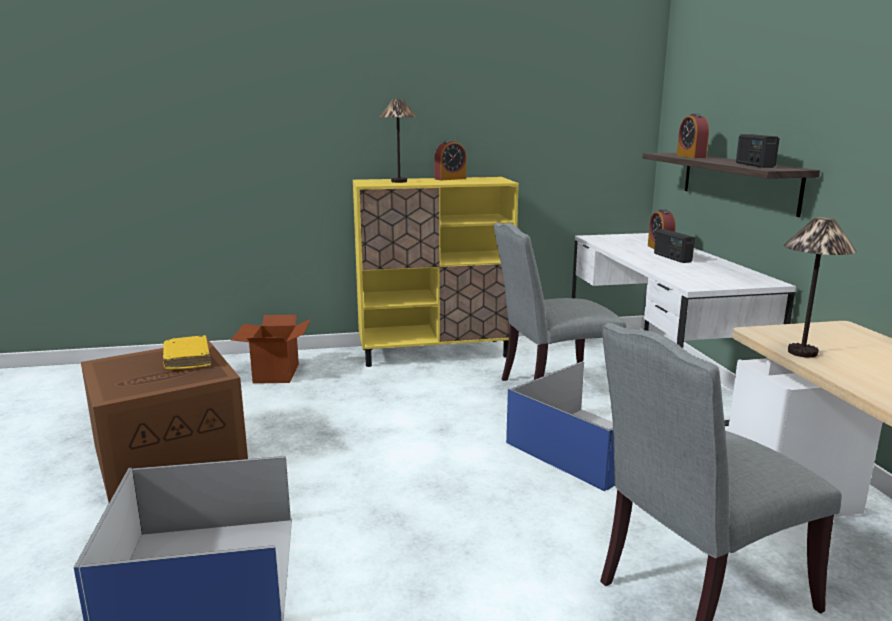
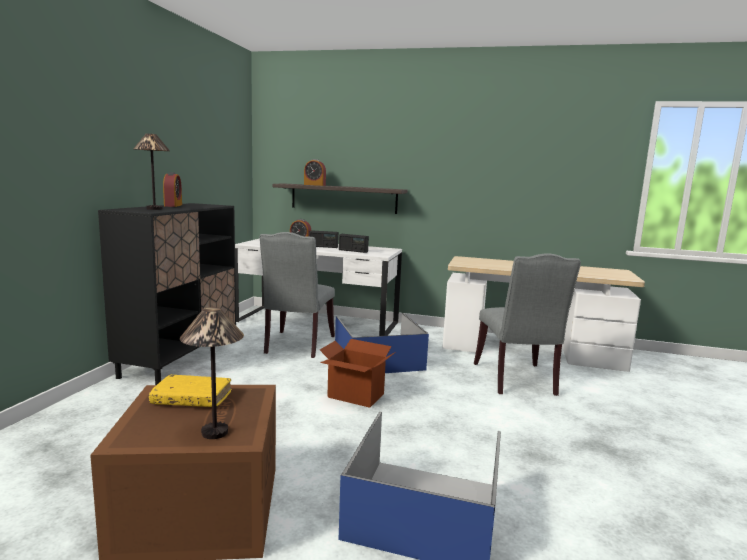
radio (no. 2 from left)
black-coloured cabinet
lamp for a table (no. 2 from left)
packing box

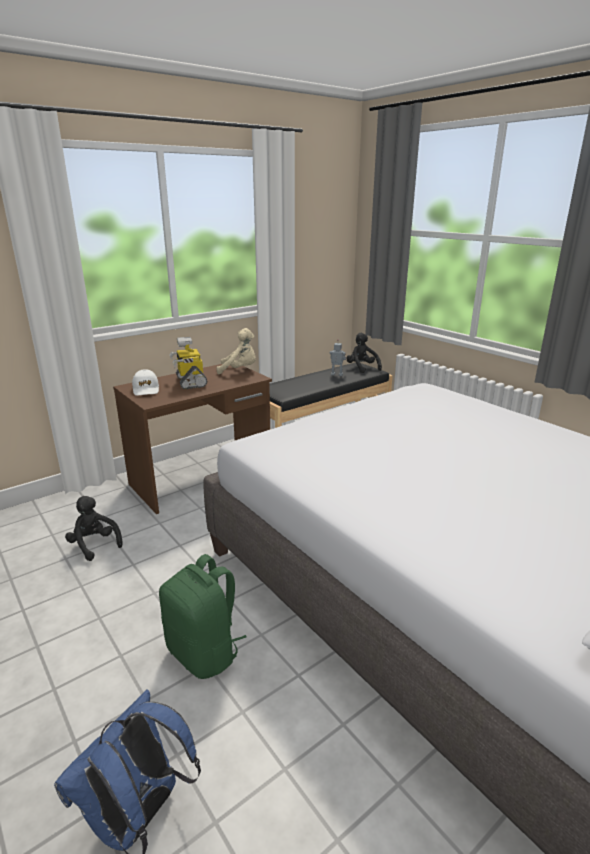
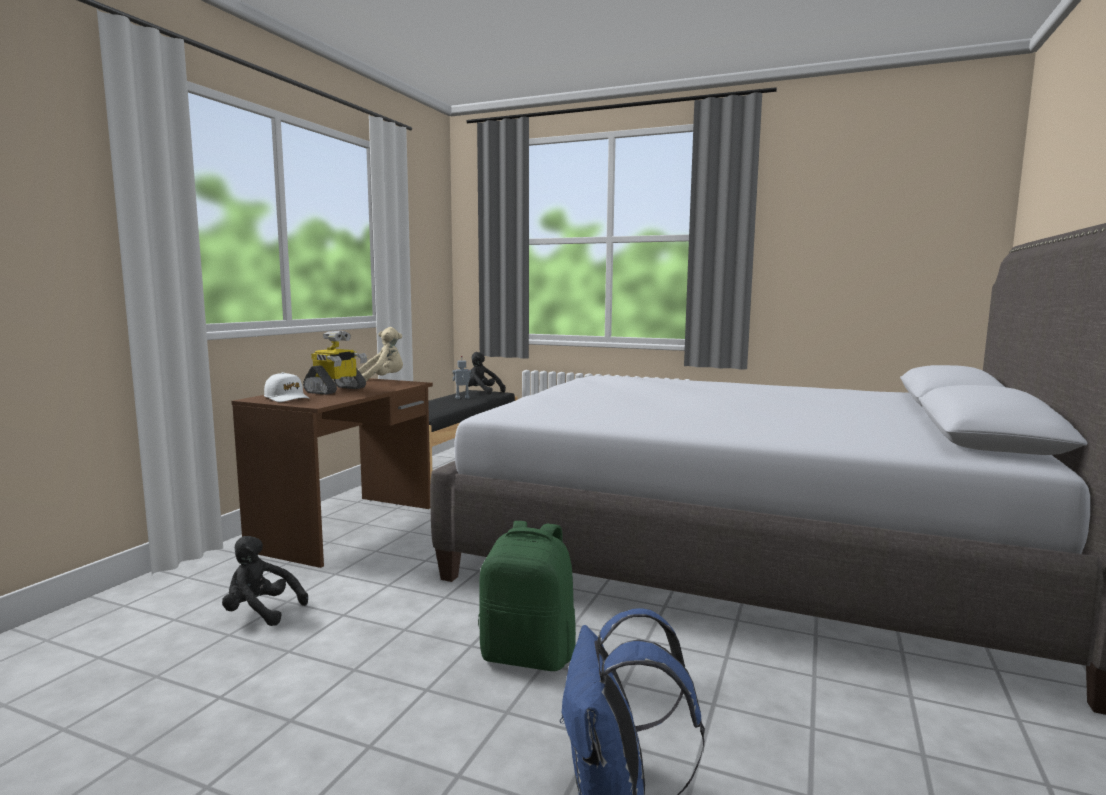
model robot (no. 1 from left)

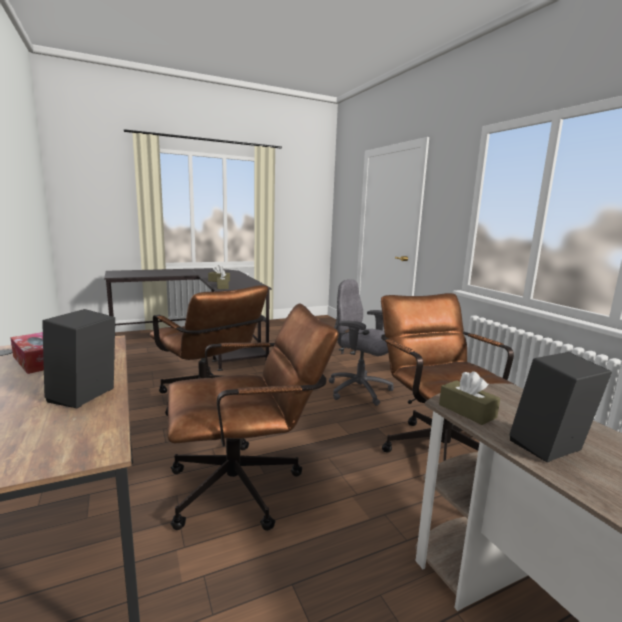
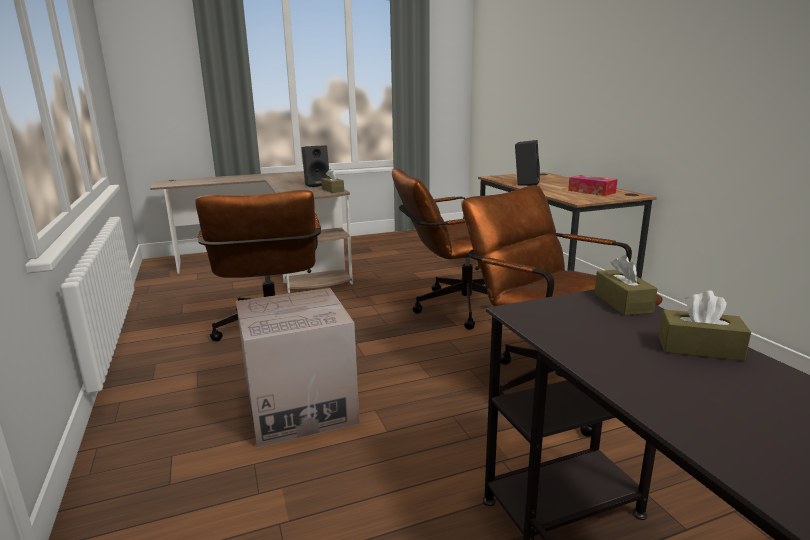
packing box

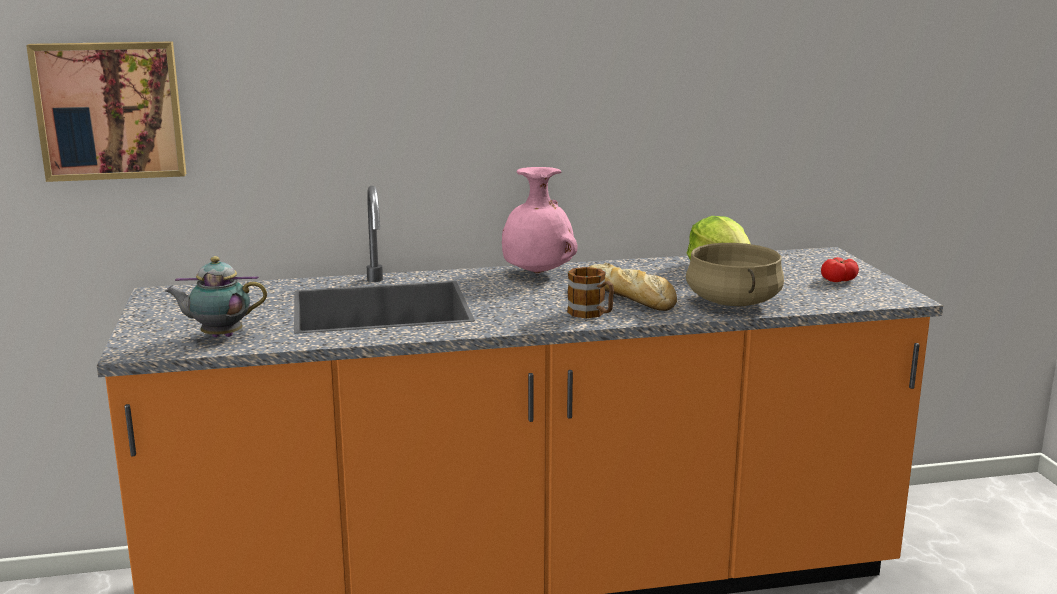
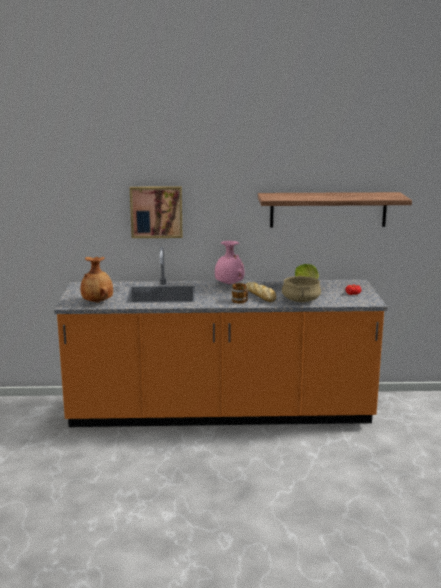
wall art
brown vase
wall shelf

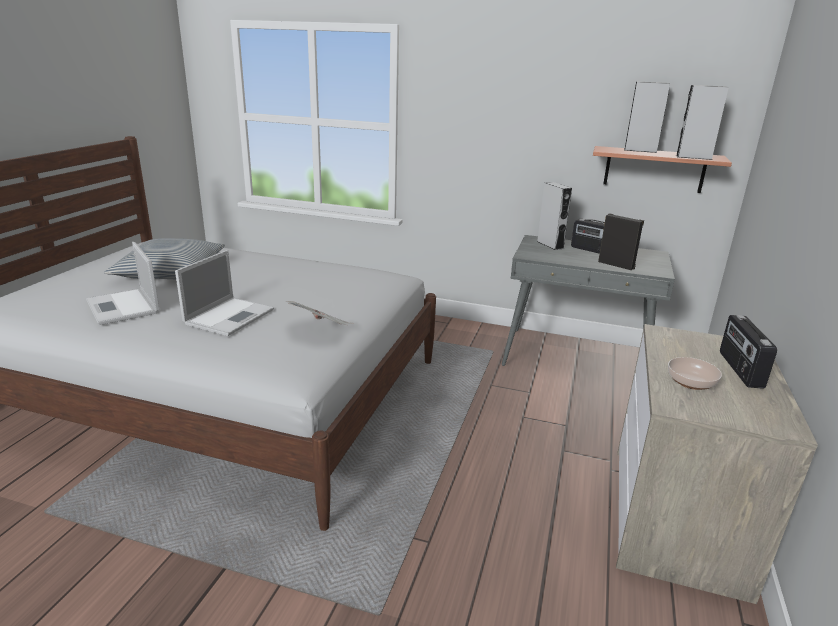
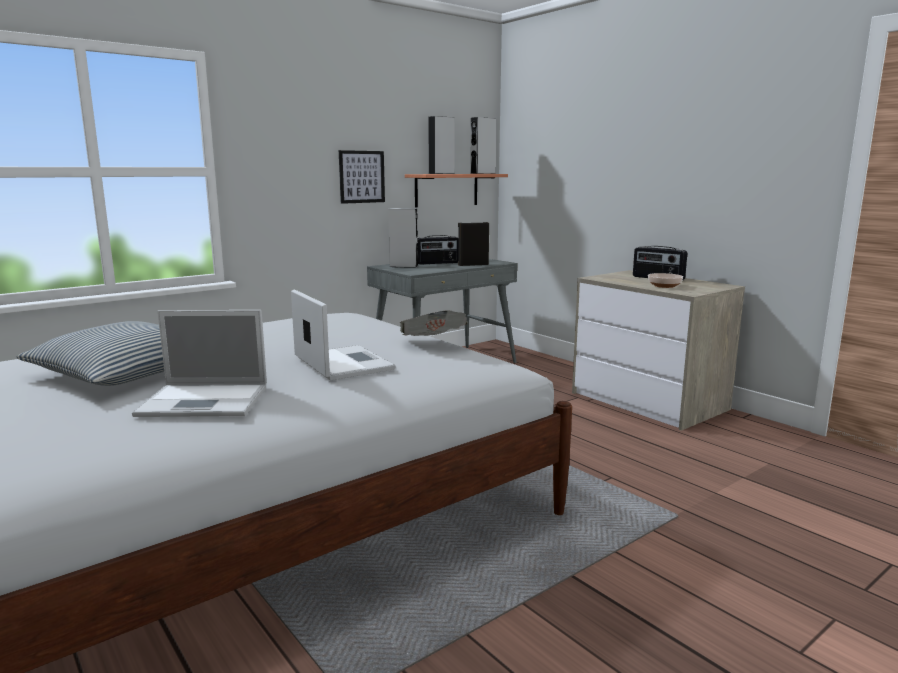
wall art

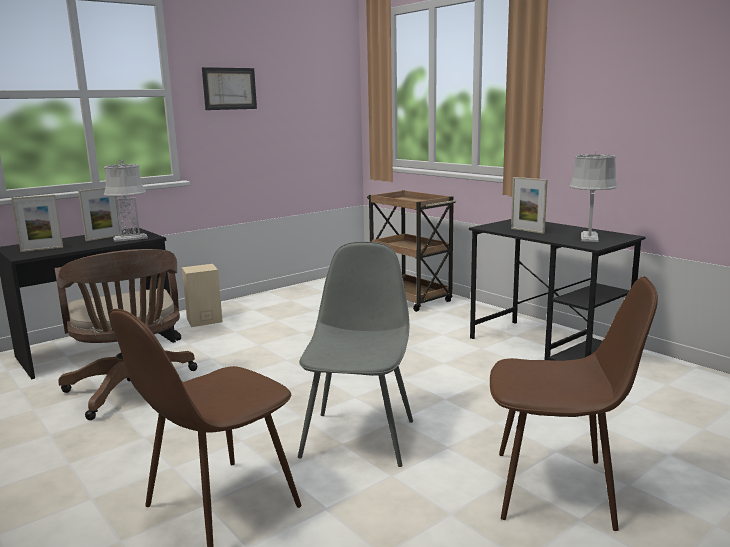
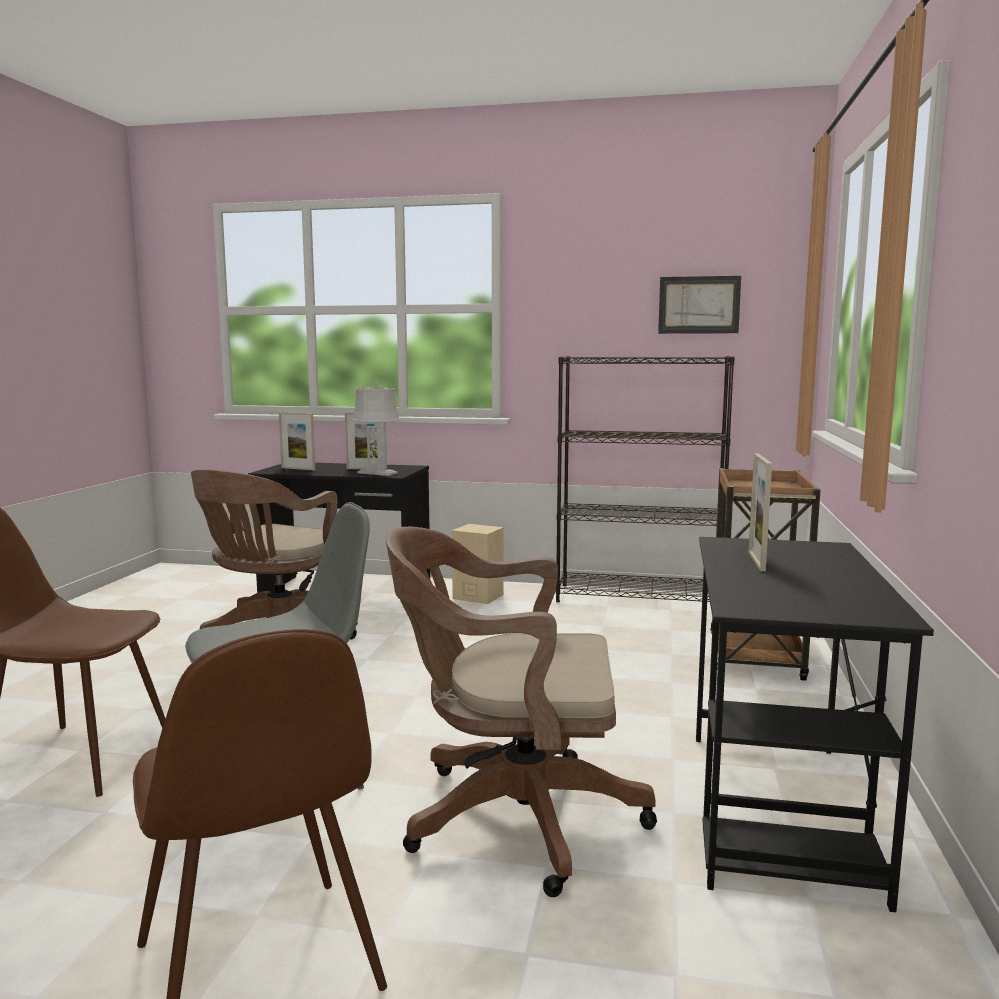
wall art
greyish lamp for a table (no. 2 from left in the first image)
black-coloured bookshelf
brown office chair (no. 2 from left)

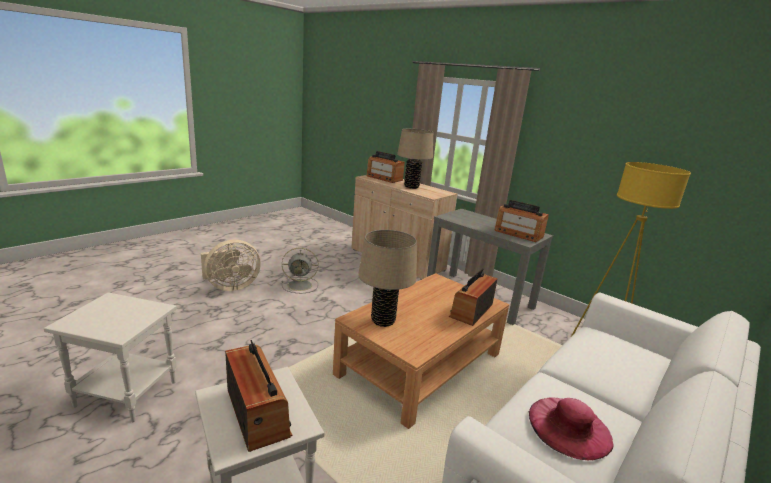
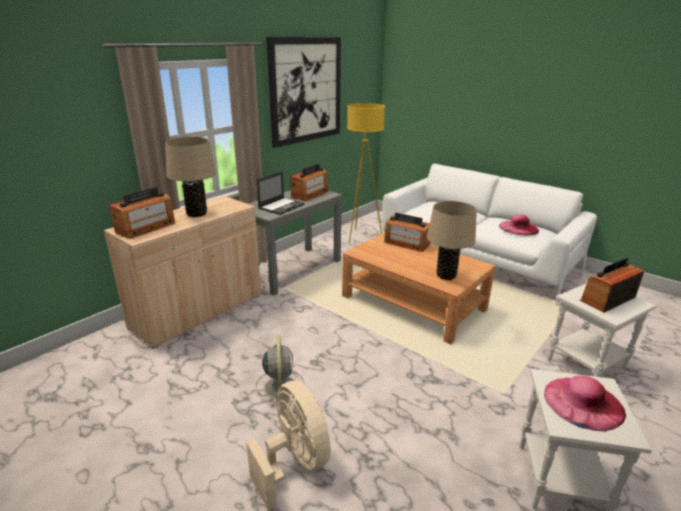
wall art
notebook computer
pink clothing hat (no. 2 from left)

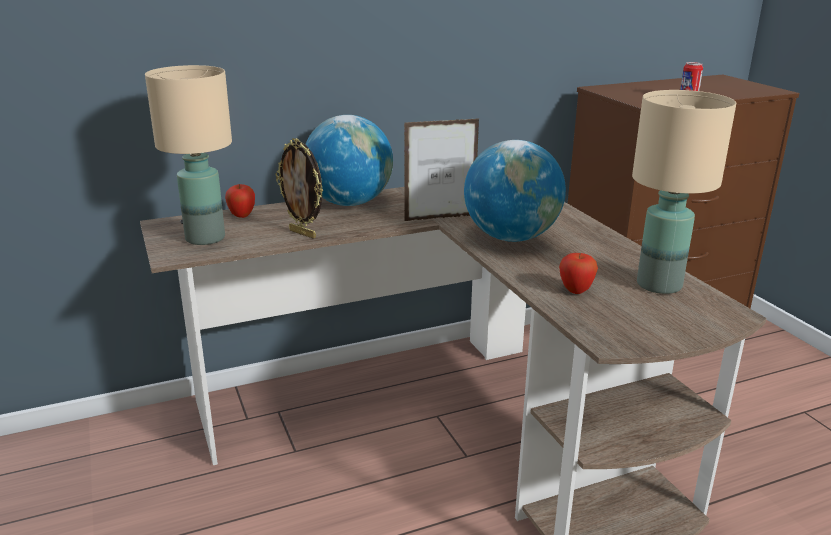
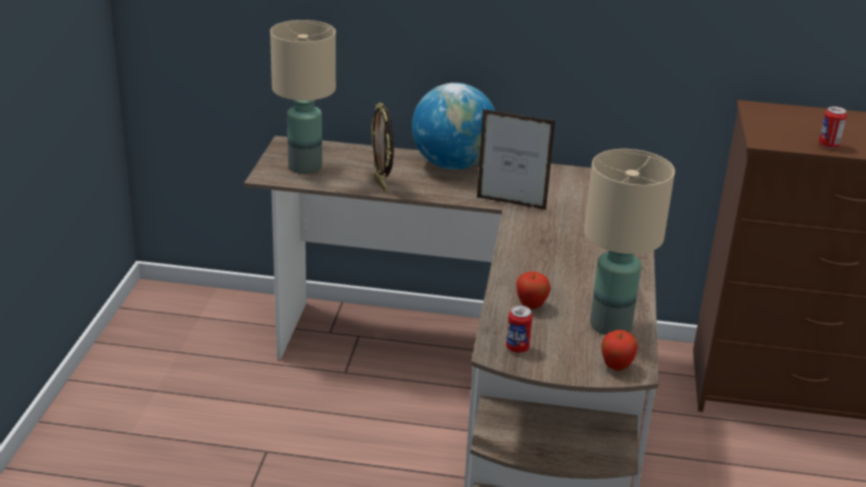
desk globe (no. 2 from left in the first image)
apple (no. 2 from left)
can (no. 1 from left)

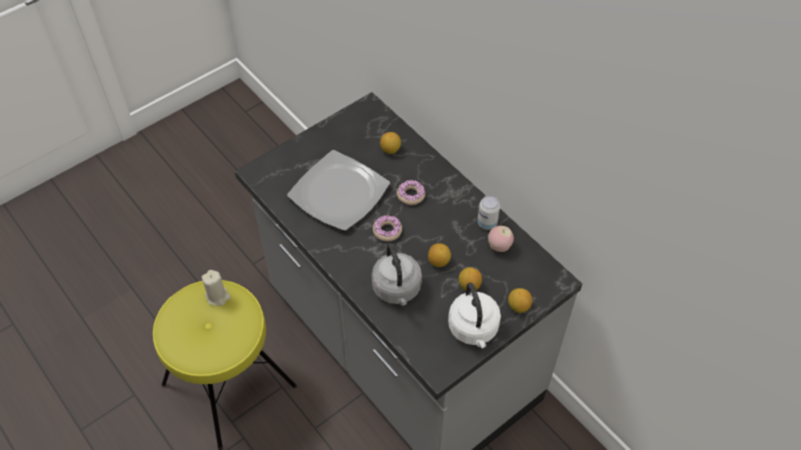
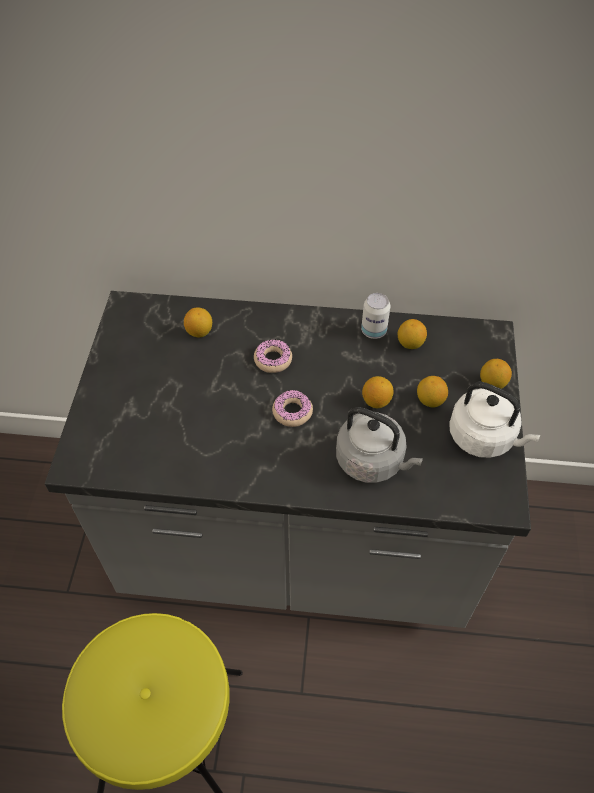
flat dish
whole lemon (no. 3 from left)
beige-coloured wax light

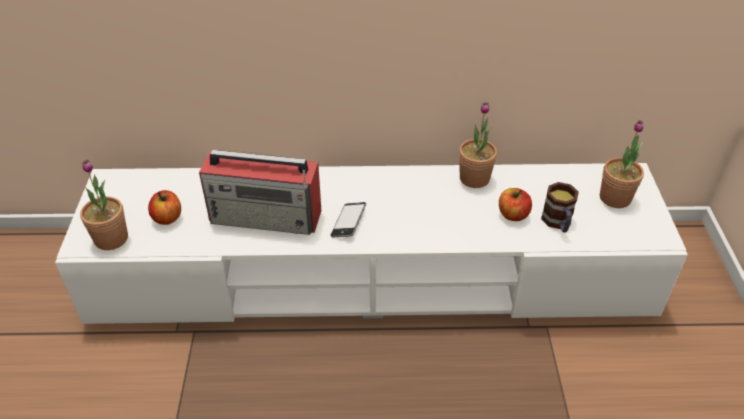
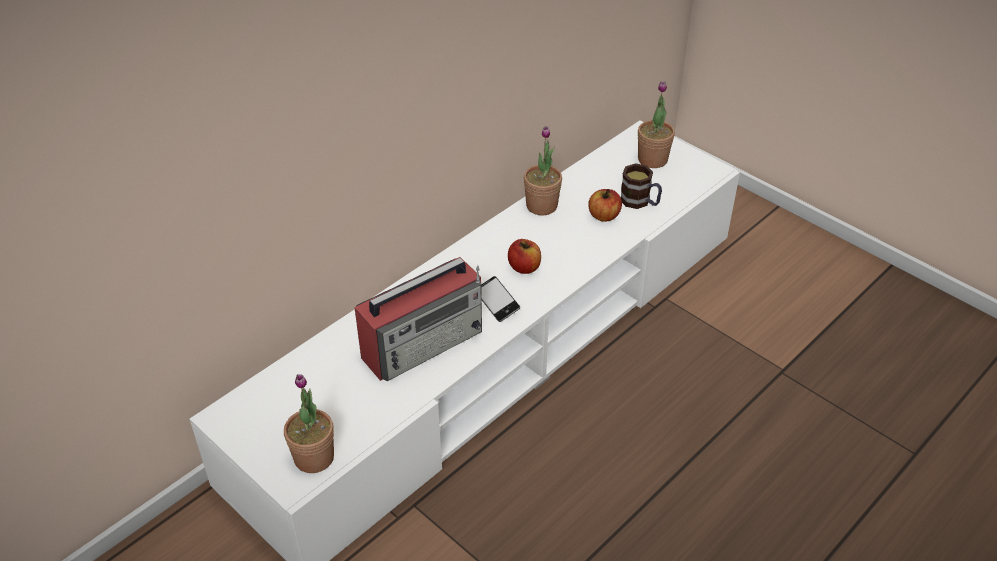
apple (no. 1 from left)

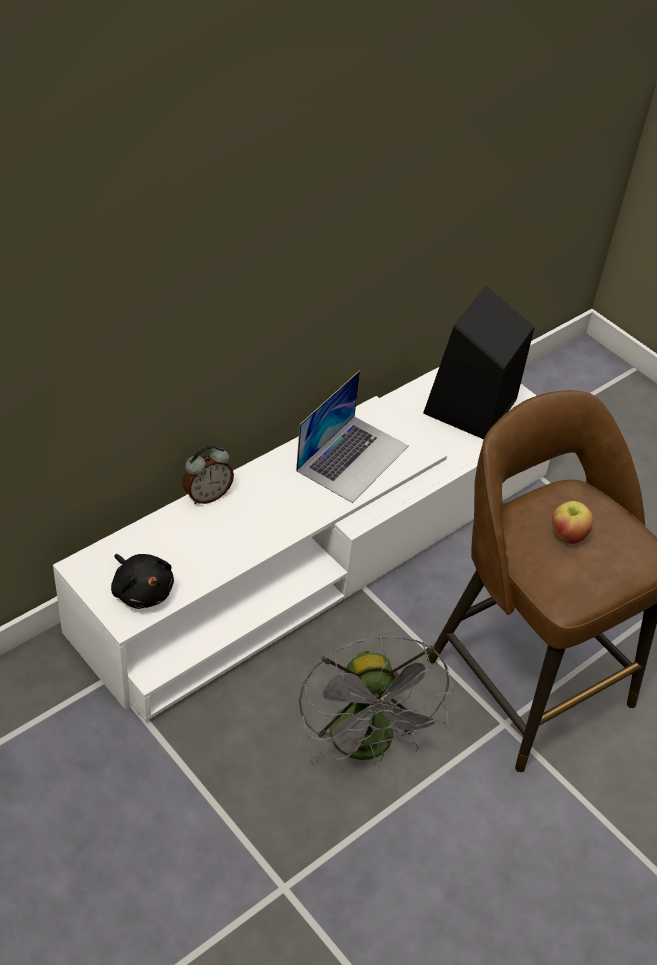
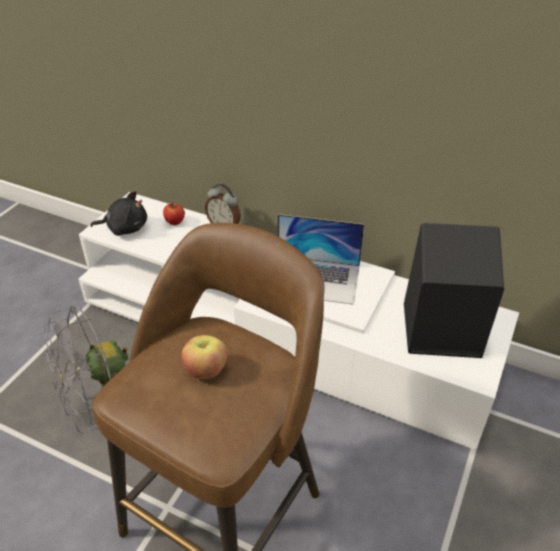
black-coloured plush toy
apple (no. 1 from left)

